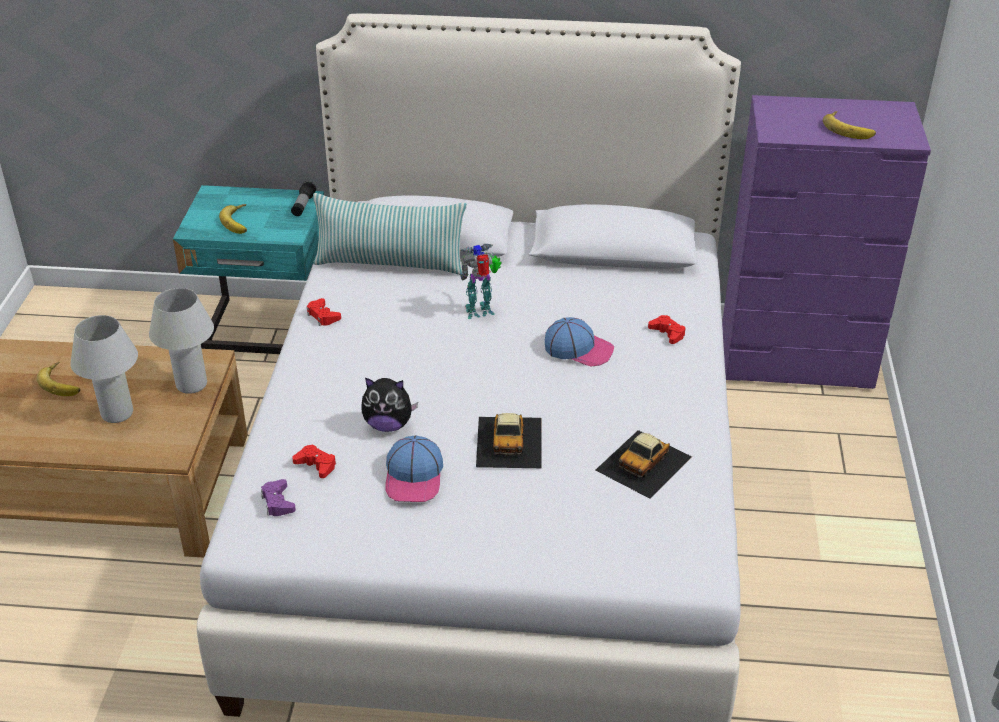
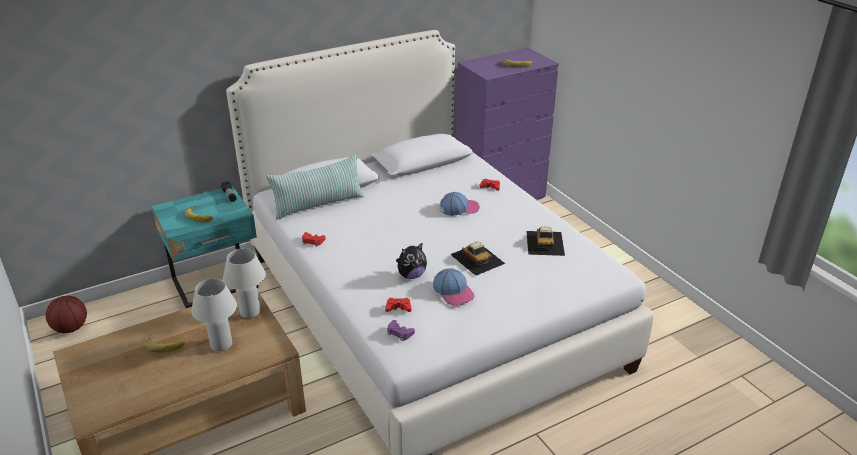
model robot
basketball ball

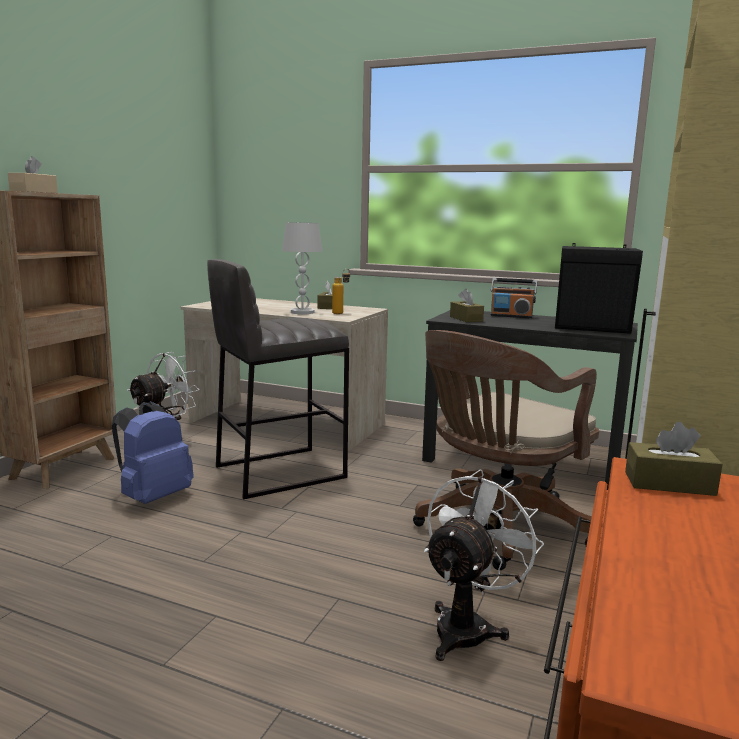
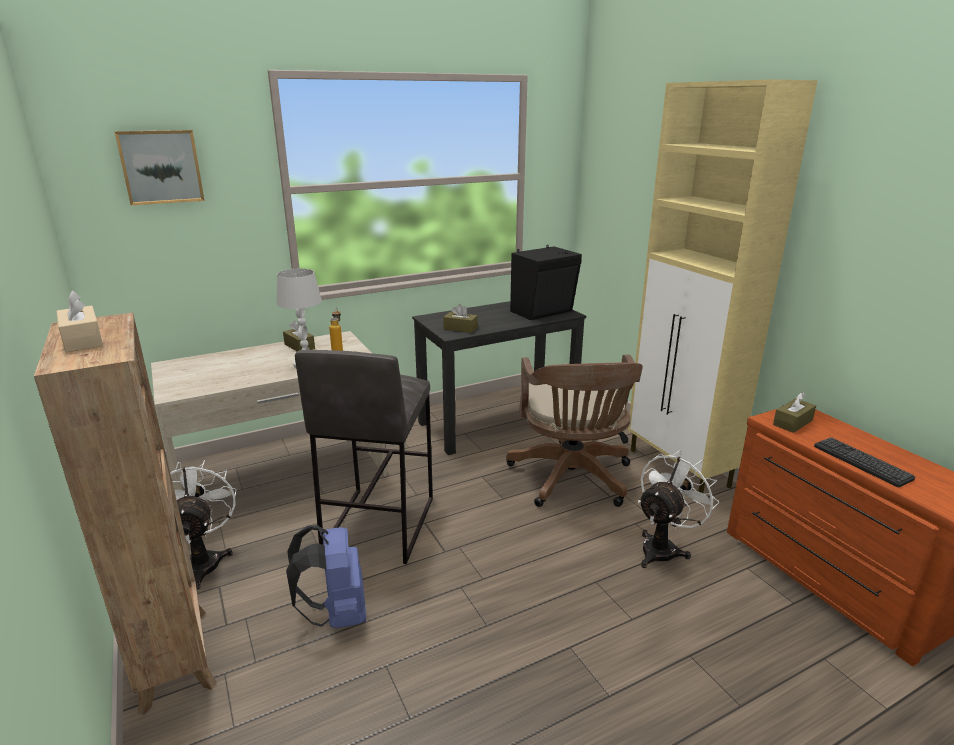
radio
white electric fan (no. 2 from left)
wall art
computer keyboard

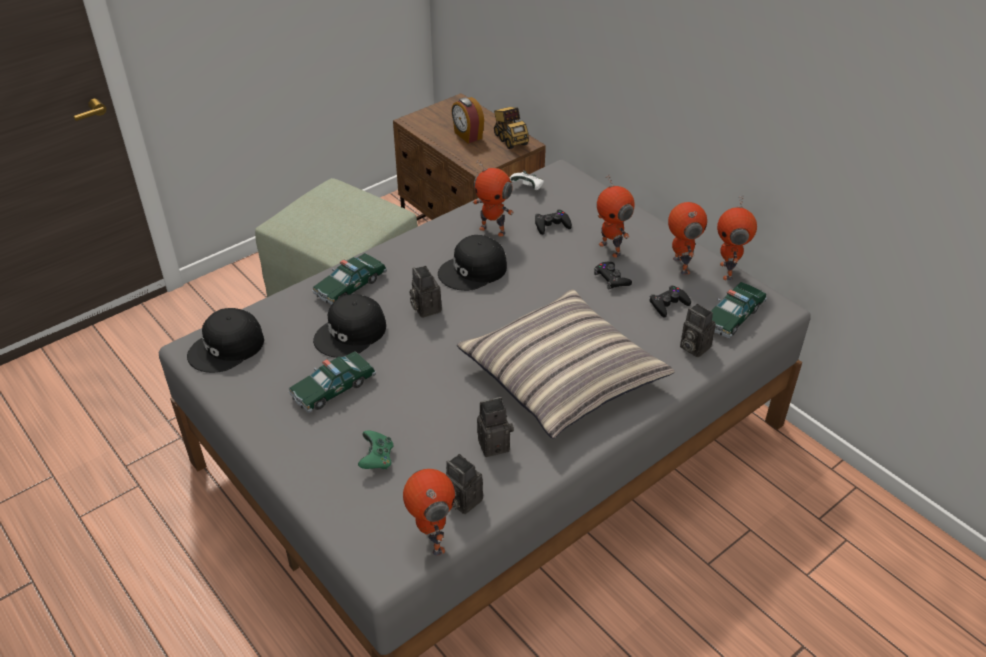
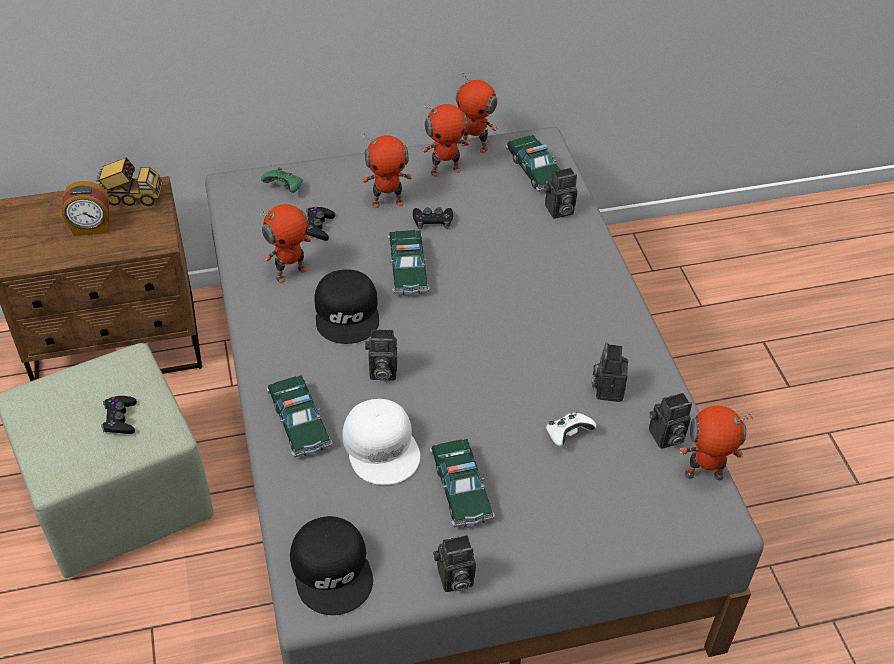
white joypad
model robot (no. 3 from left)
black-coloured joypad (no. 1 from left)
throw pillow
white baseball cap
green-coloured joypad
model car (no. 2 from left)
photo camera (no. 2 from left)

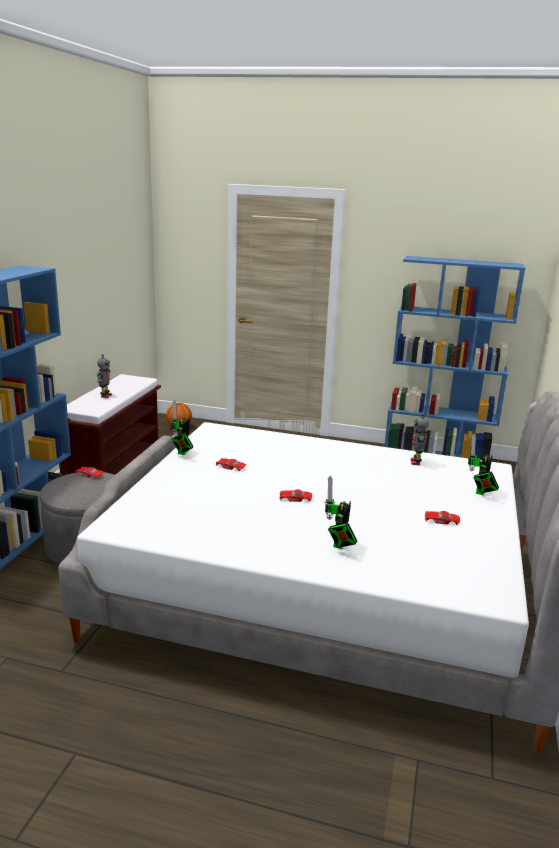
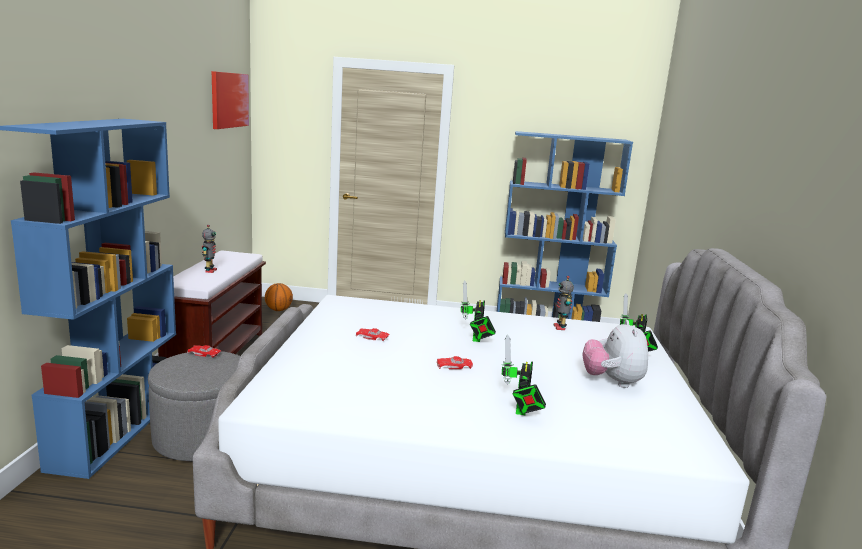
model robot (no. 2 from left)
plush toy
wall art

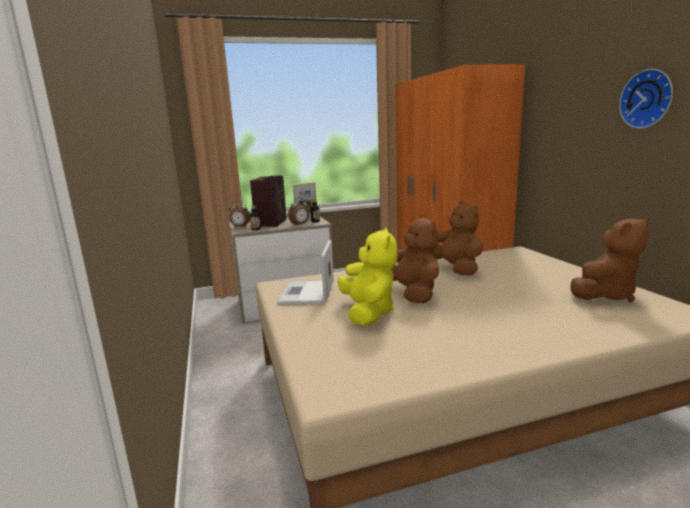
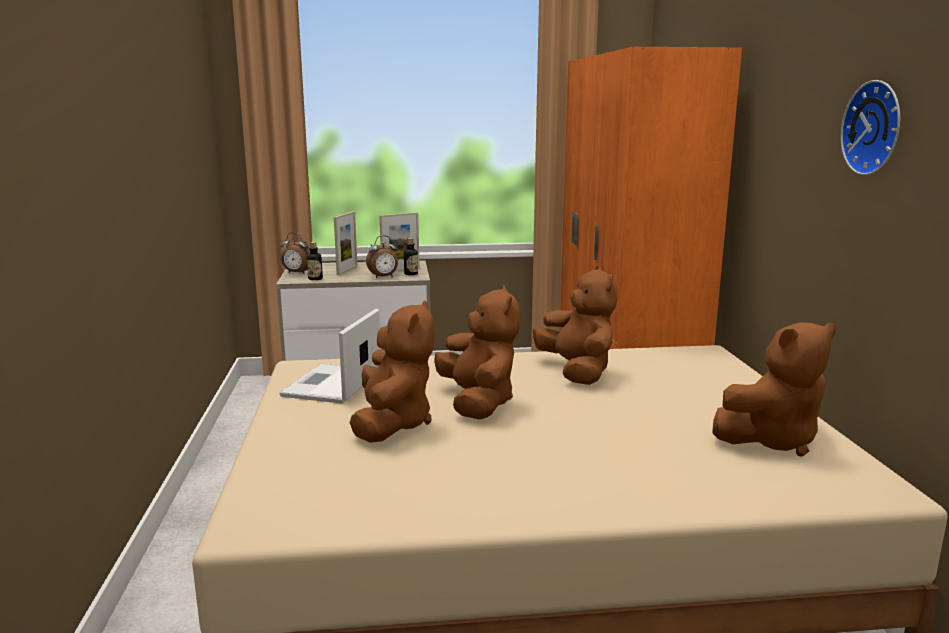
photo frame (no. 1 from left)
brown plush toy (no. 1 from left)

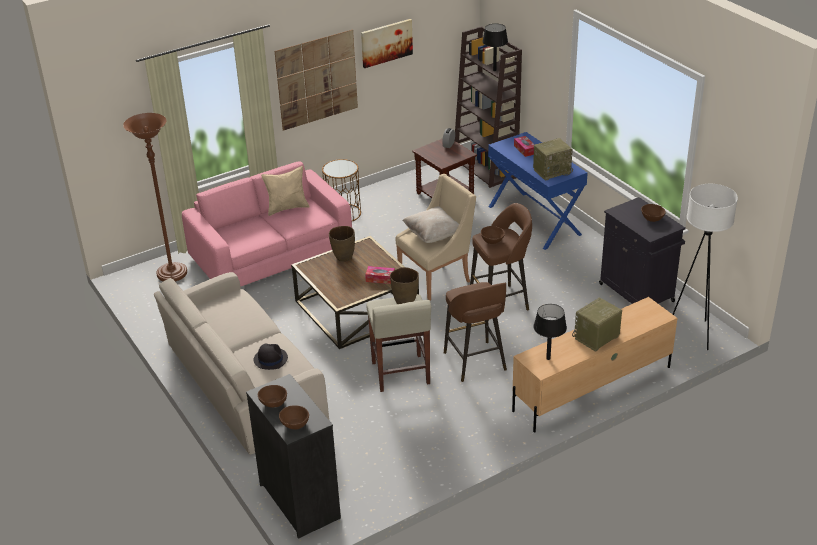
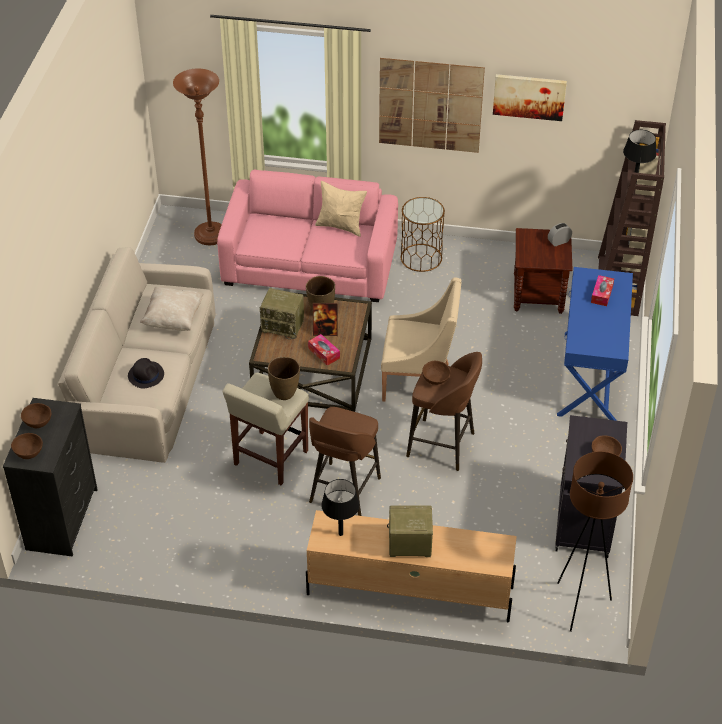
radio (no. 1 from left)
brown standard lamp (no. 2 from left)
beige-coloured throw pillow (no. 1 from left)
photo frame

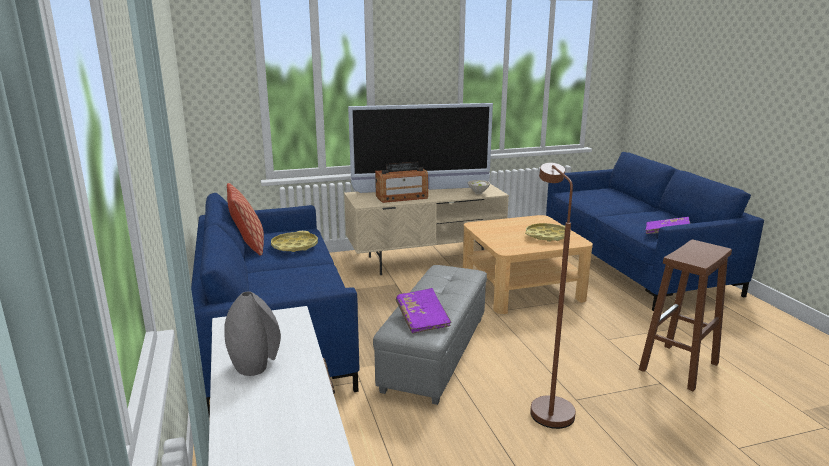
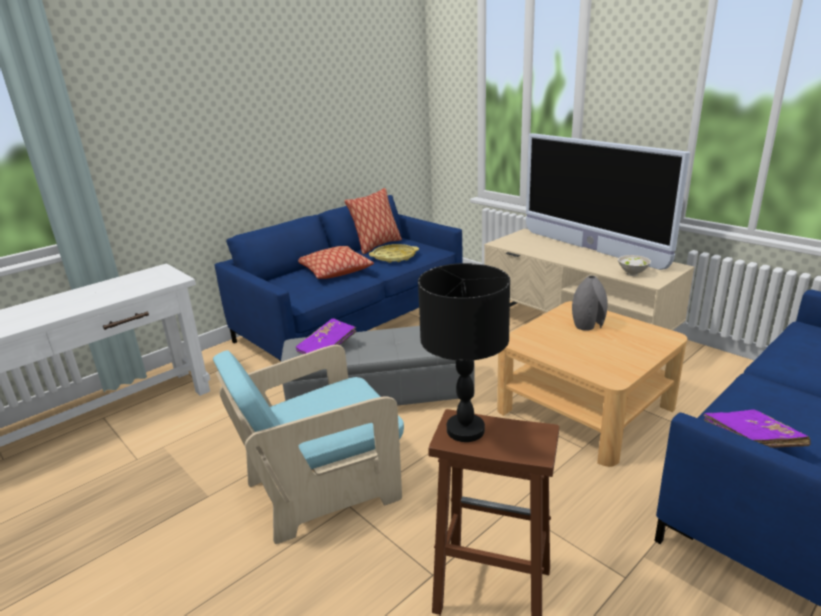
radio
turquoise-coloured lounge chair
yellow-coloured carrying tray (no. 2 from left in the first image)
greyish vase
throw pillow (no. 1 from left)
black-coloured lamp for a table

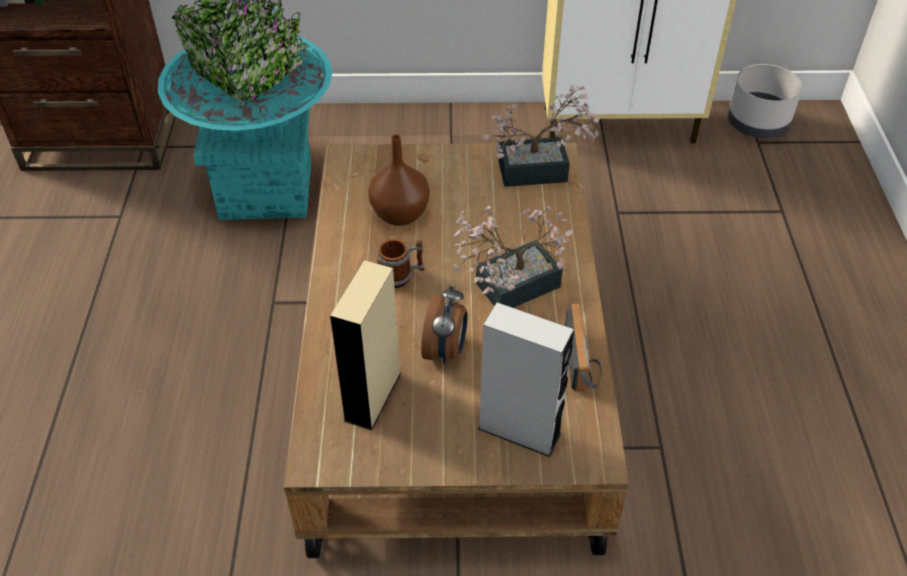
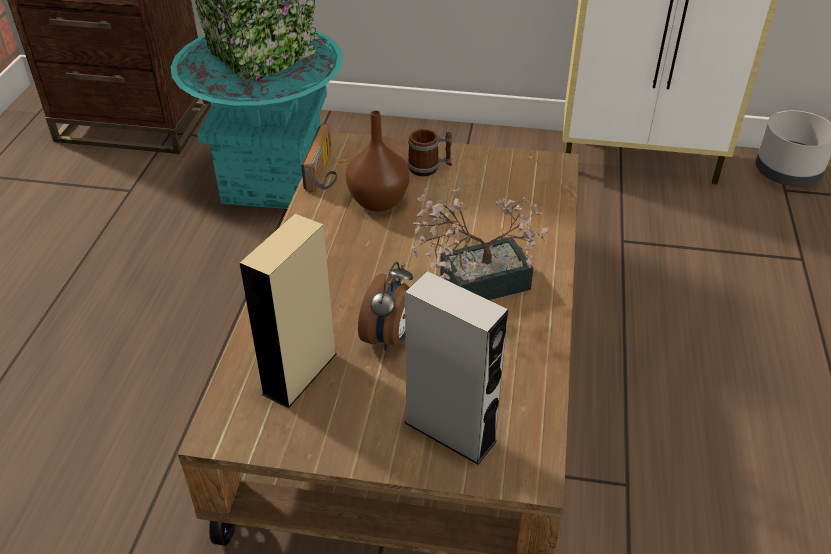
houseplant (no. 2 from left in the first image)
coffee mug
radio

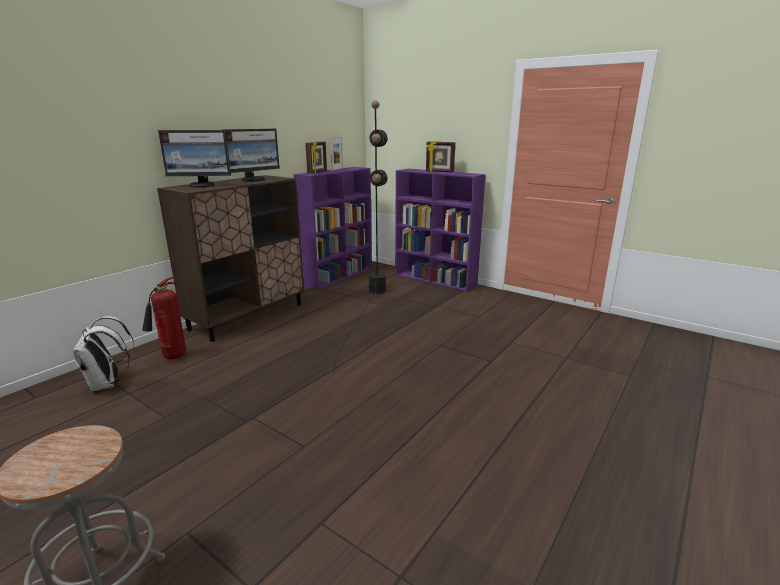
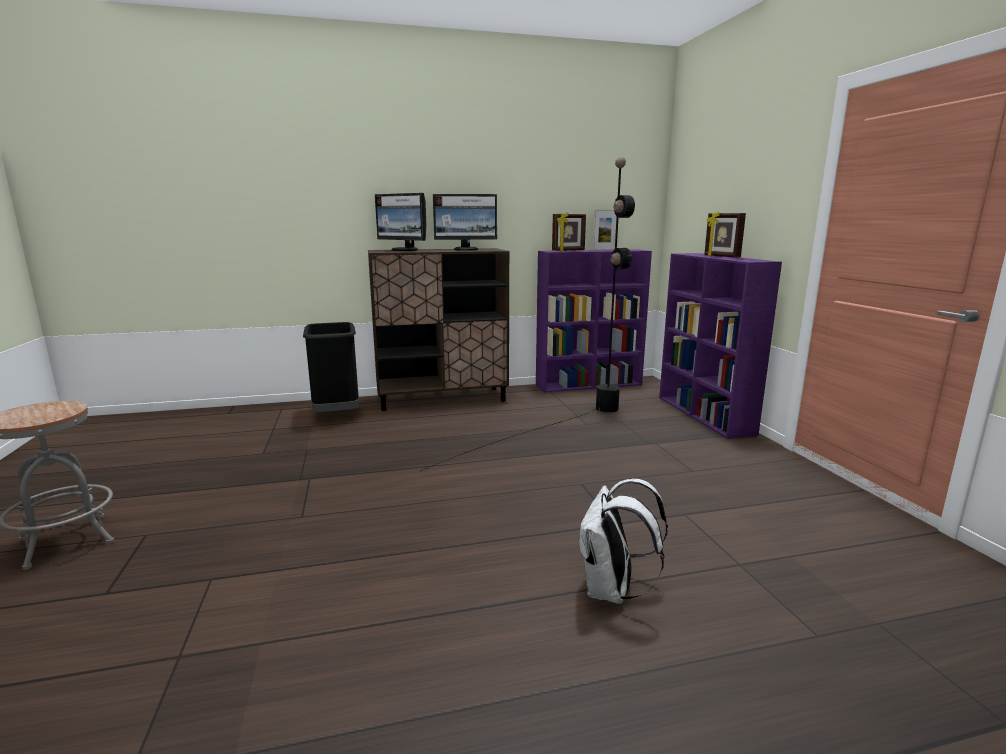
black-coloured rubbish bin
white backpack

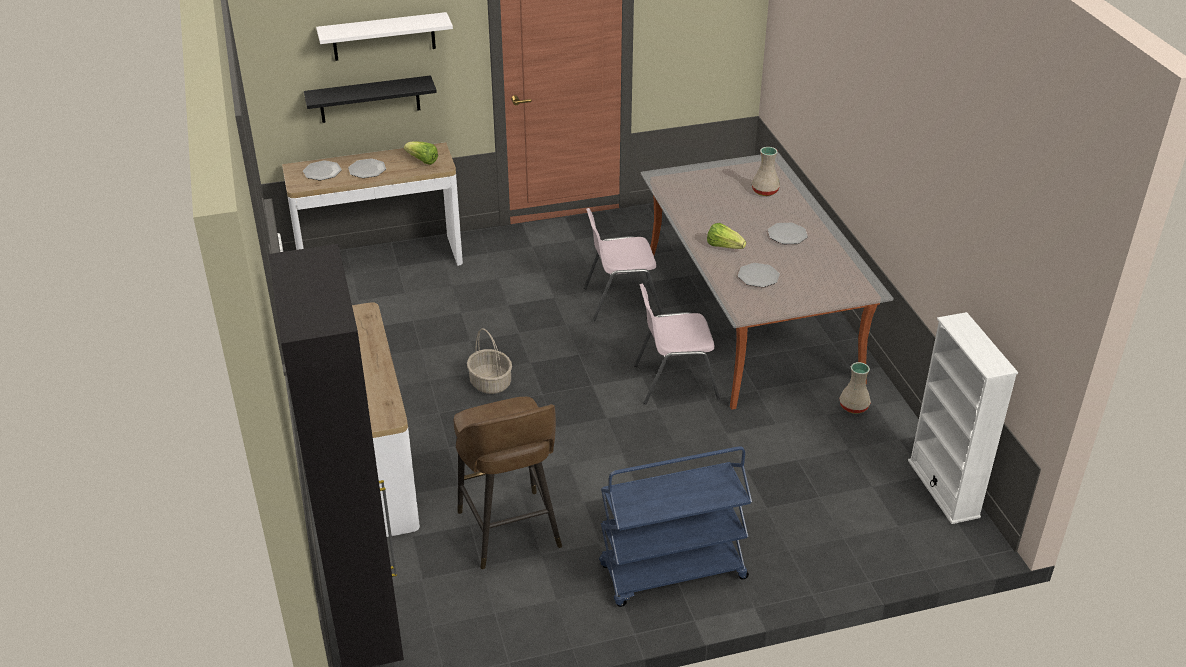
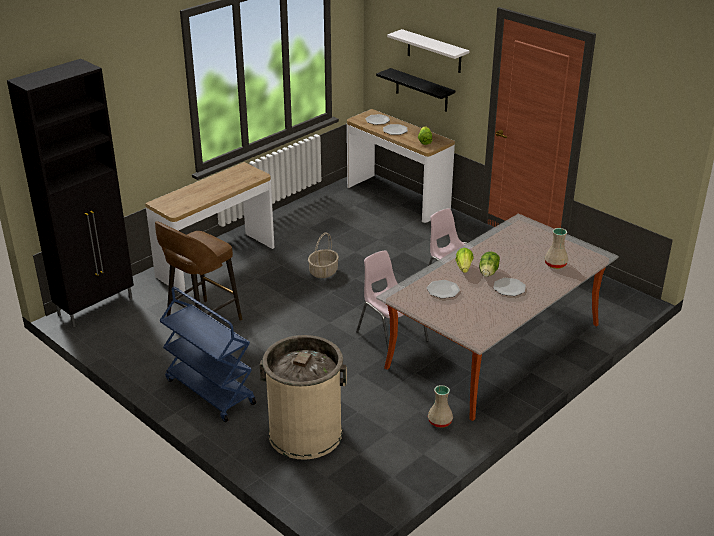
white bookshelf
lettuce head (no. 3 from left)
beige-coloured rubbish bin

